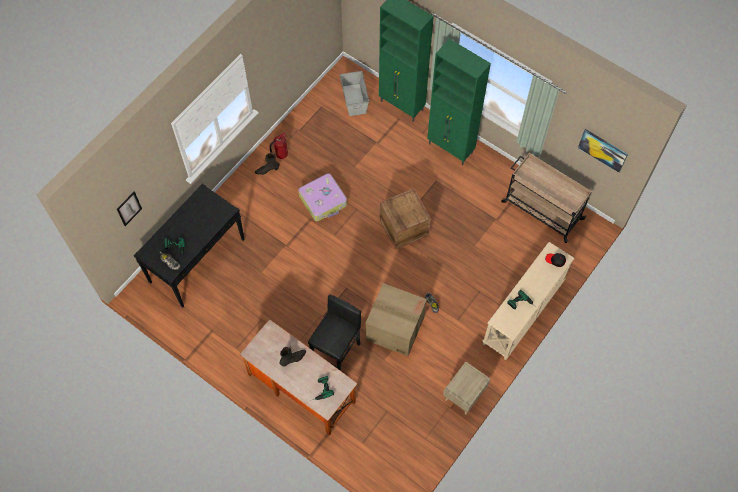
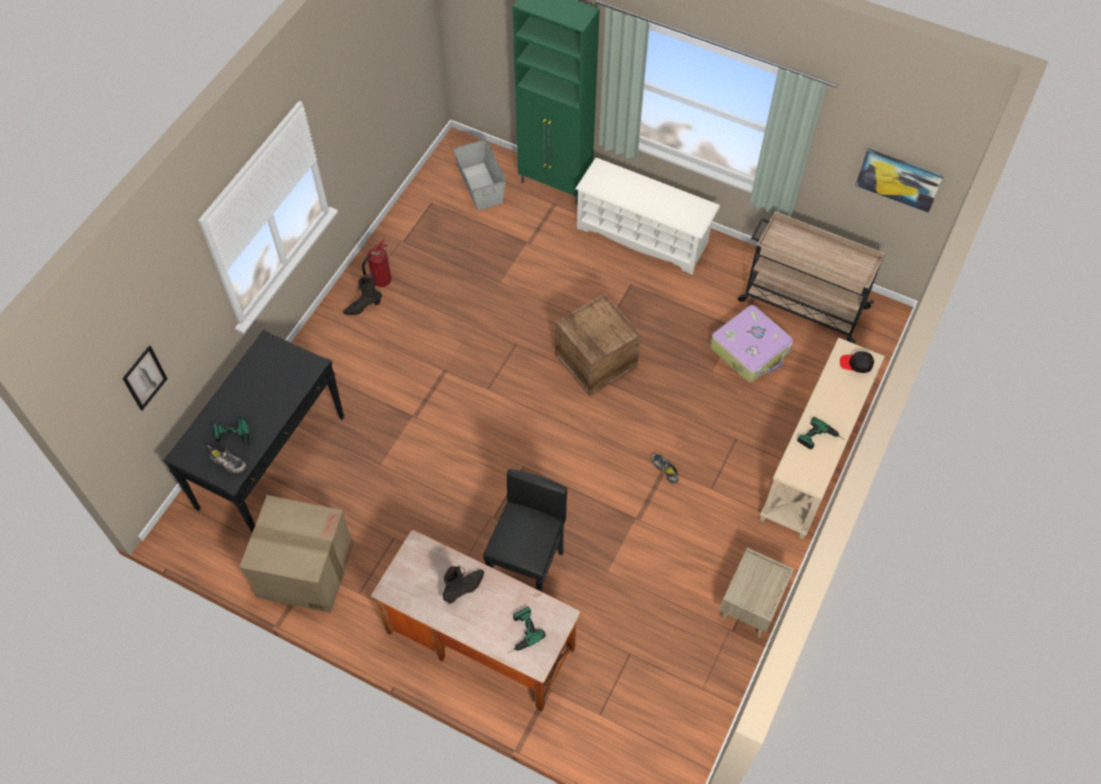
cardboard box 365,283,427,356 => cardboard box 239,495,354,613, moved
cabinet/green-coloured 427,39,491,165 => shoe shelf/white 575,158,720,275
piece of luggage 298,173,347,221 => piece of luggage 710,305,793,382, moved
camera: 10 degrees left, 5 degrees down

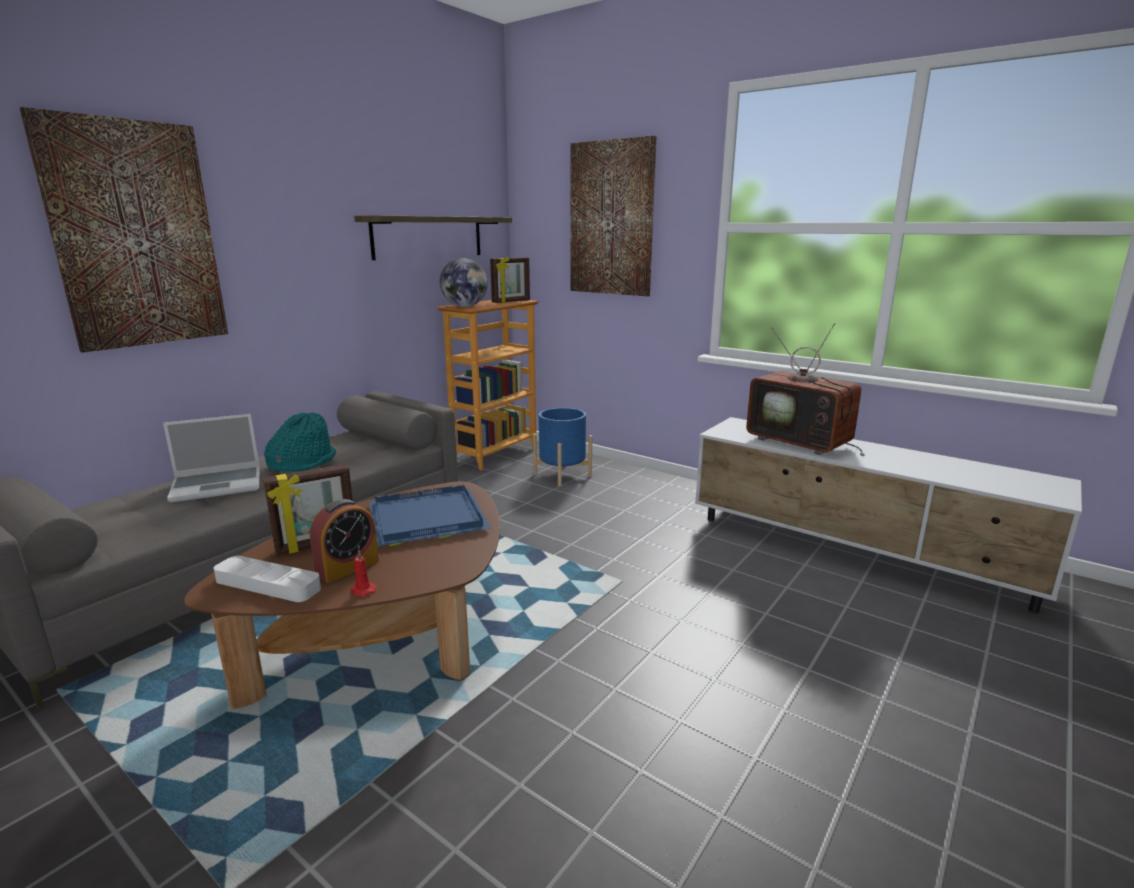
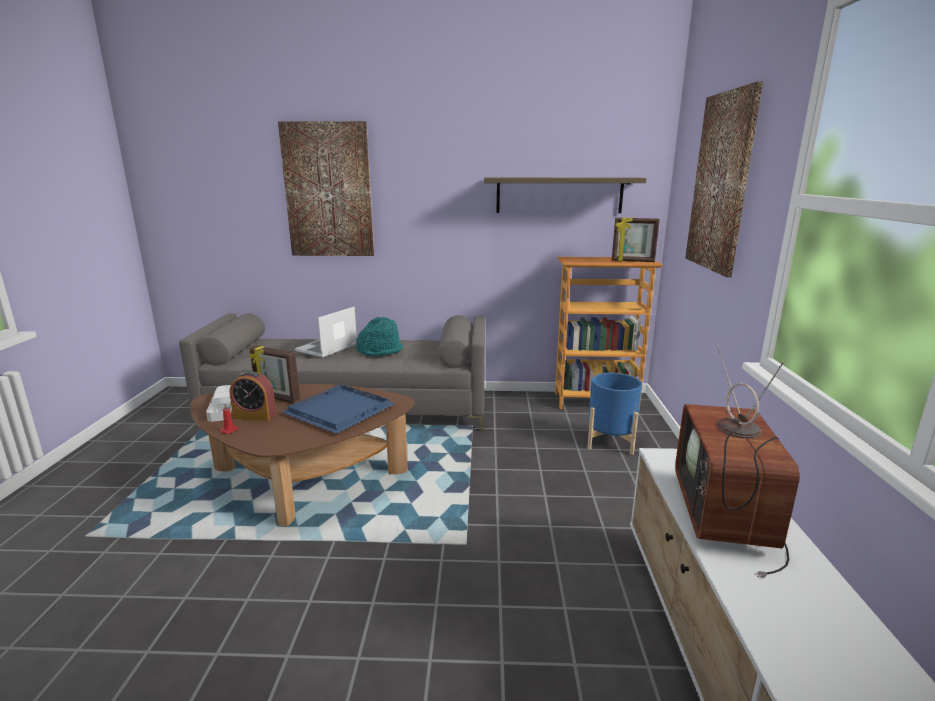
portable computer 163,414,260,503 => portable computer 295,307,357,358, 90 degrees clockwise
desk globe 440,258,488,307 => nothing
camera: 55 degrees right, 0 degrees up

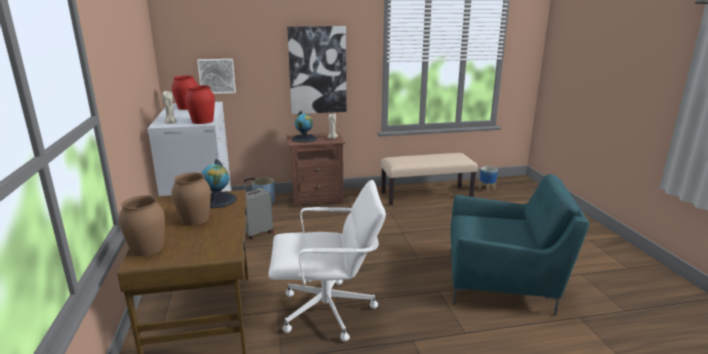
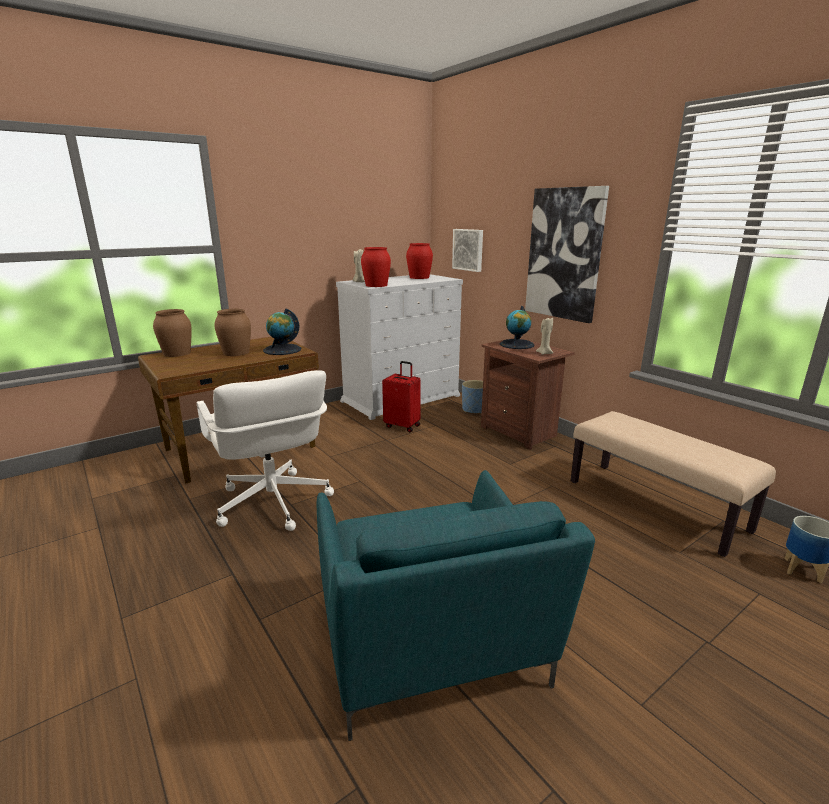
piece of luggage/grey 244,178,273,239 => piece of luggage/red-coloured 382,361,421,432
camera: 65 degrees right, 0 degrees up

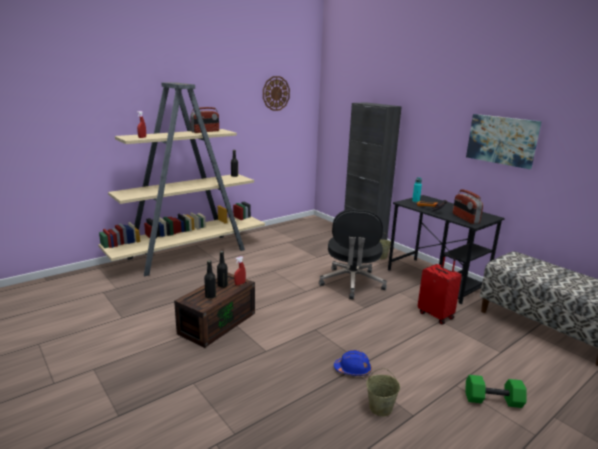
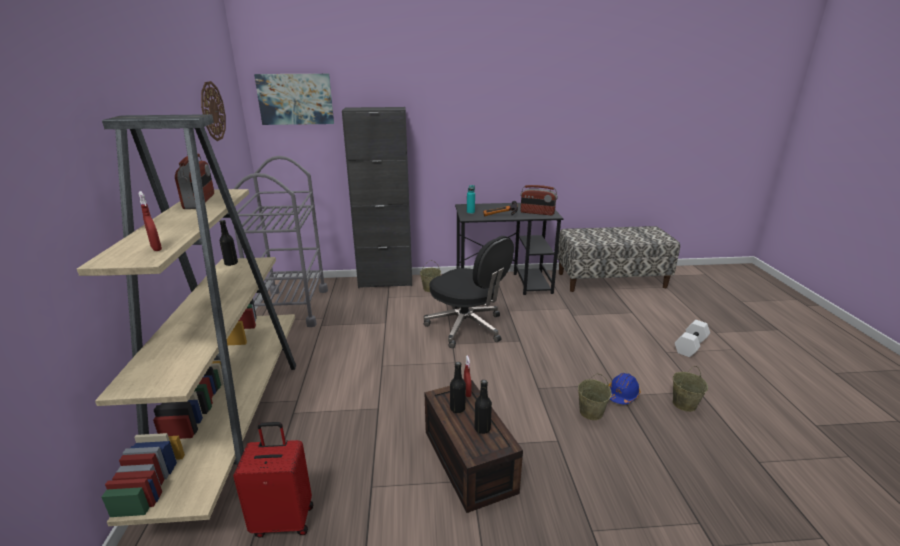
nothing => cart/grey 233,156,328,327
piece of luggage/red-coloured 418,254,462,325 => piece of luggage/red-coloured 233,422,313,538, moved
wall art 466,114,542,169 => wall art 254,74,334,125, moved
nothing => water bucket/sand-coloured 578,374,612,420
hand weight/green-coloured 465,375,527,408 => hand weight/white 675,320,710,357
camera: 55 degrees left, 5 degrees up

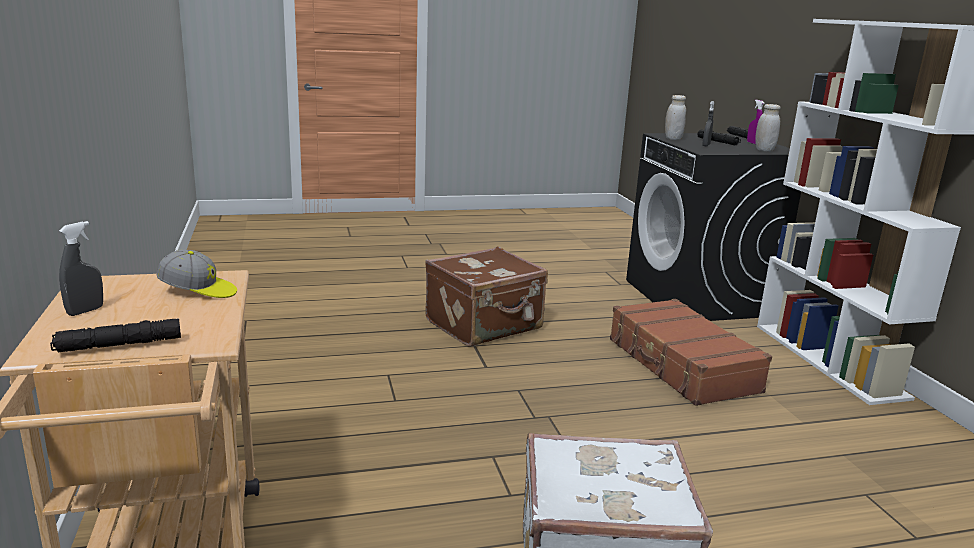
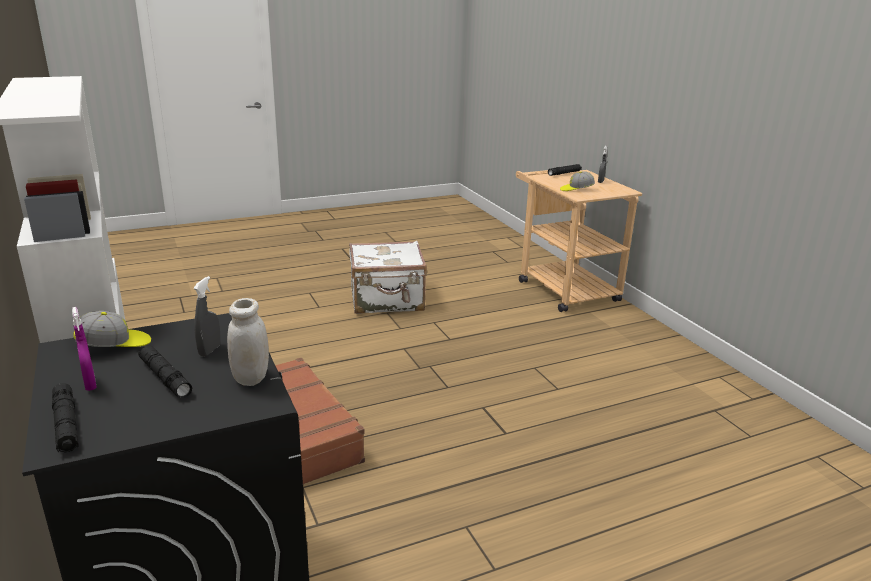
jar/white 755,104,780,152 => baseball cap 73,311,151,347
piece of luggage/brown-coloured 425,246,548,347 => nothing
camera: 170 degrees right, 5 degrees up

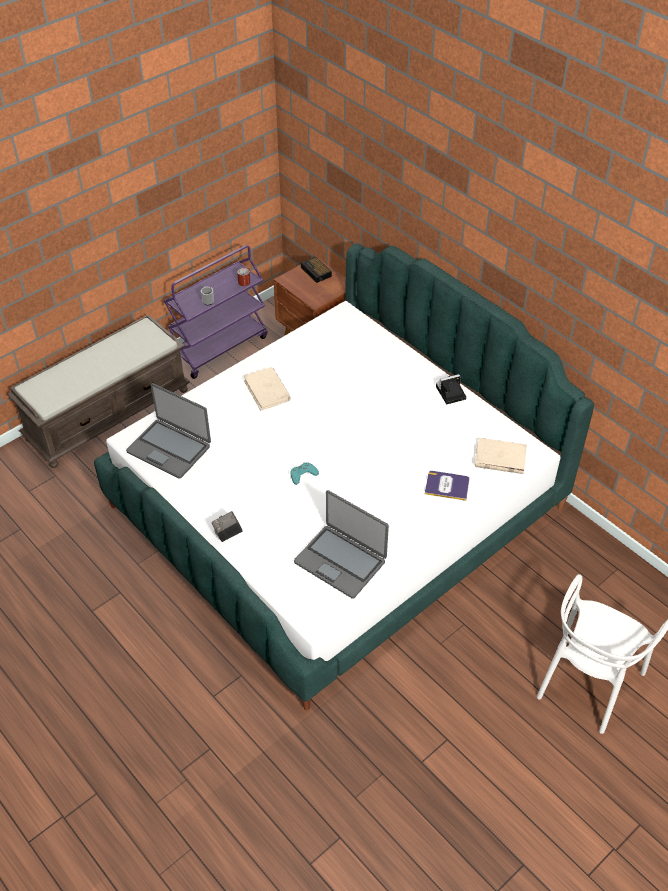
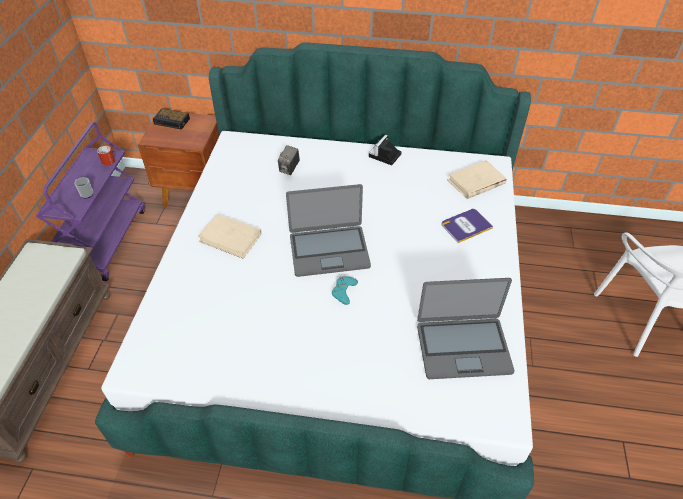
photo camera 212,511,242,542 => photo camera 278,145,300,175, moved
portable computer 126,383,211,479 => portable computer 286,184,371,277, moved
camera: 40 degrees left, 0 degrees up

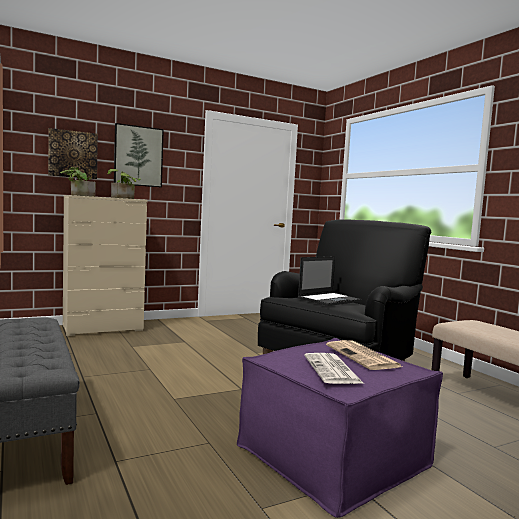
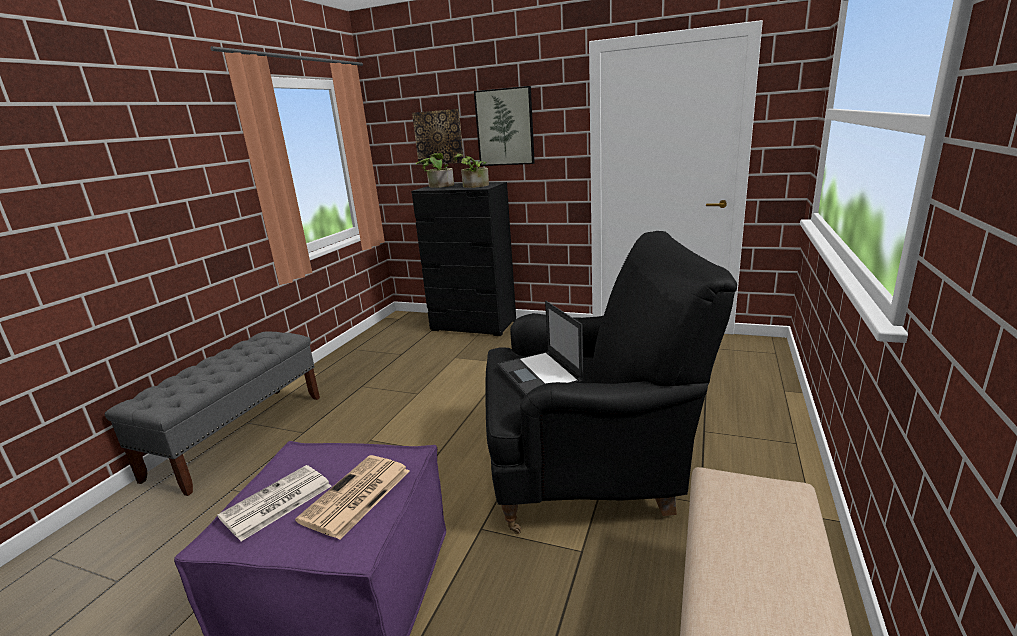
dresser/sand-coloured 63,195,147,336 => dresser/blackish 411,182,516,336
portable computer 298,256,362,306 => portable computer 498,301,584,396, 60 degrees clockwise
camera: 50 degrees right, 15 degrees up

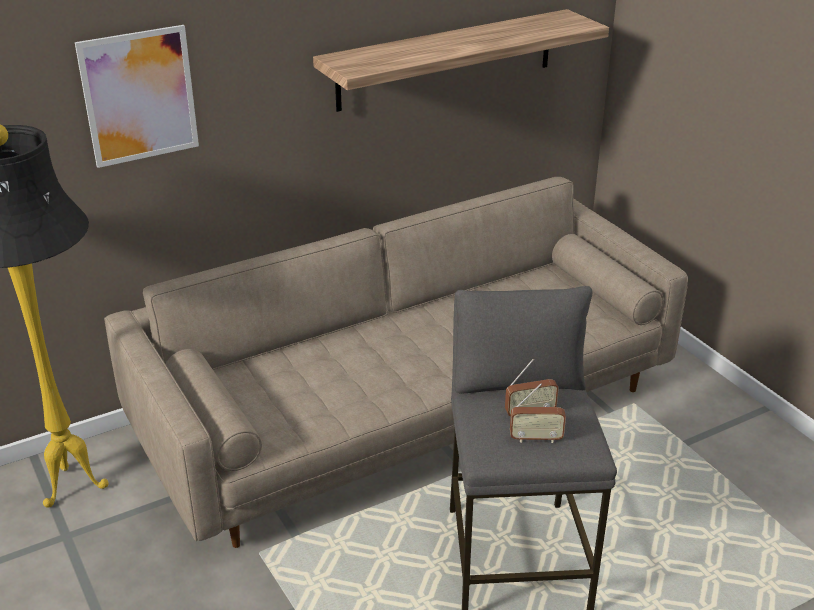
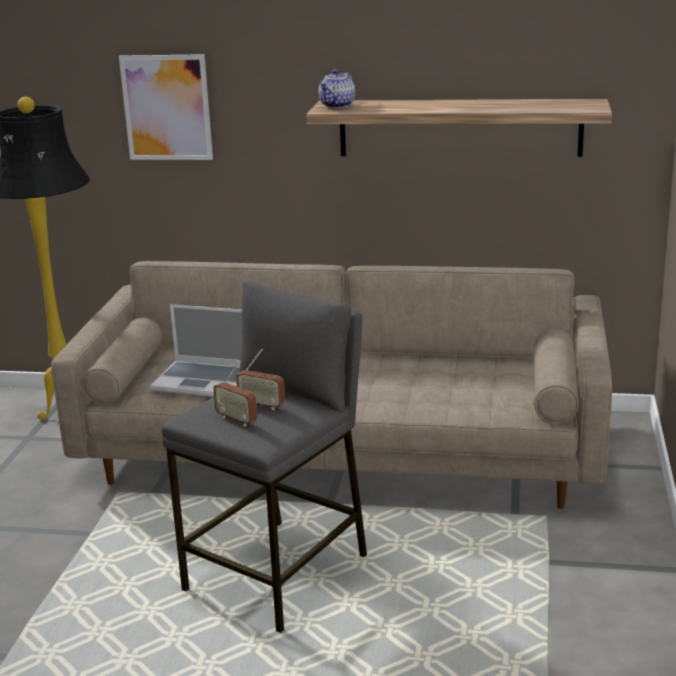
nothing => portable computer 150,304,242,397
nothing => pot for tea 319,69,355,108
camera: 40 degrees right, 10 degrees down

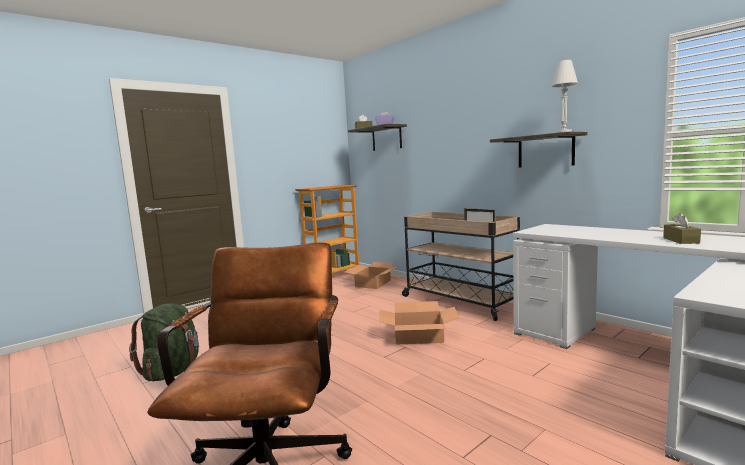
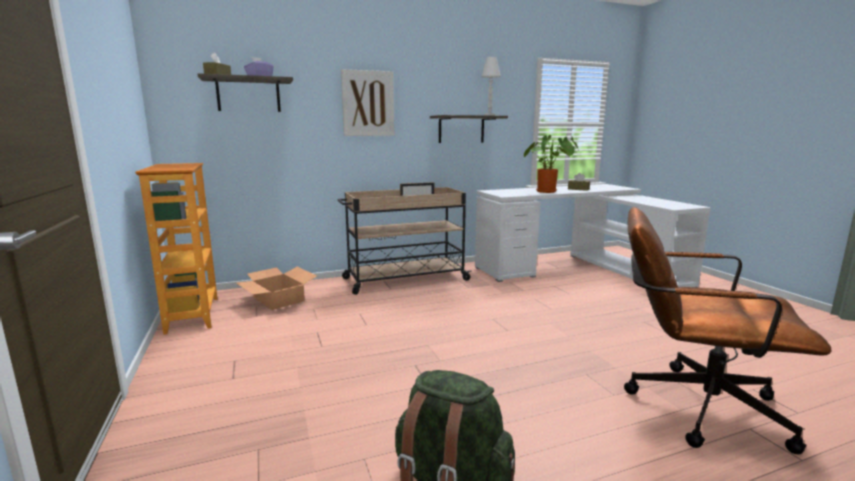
nothing => wall art 341,69,394,136
nothing => plant in a pot 524,135,578,193
cardboard box 379,301,459,345 => nothing
camera: 70 degrees left, 5 degrees up

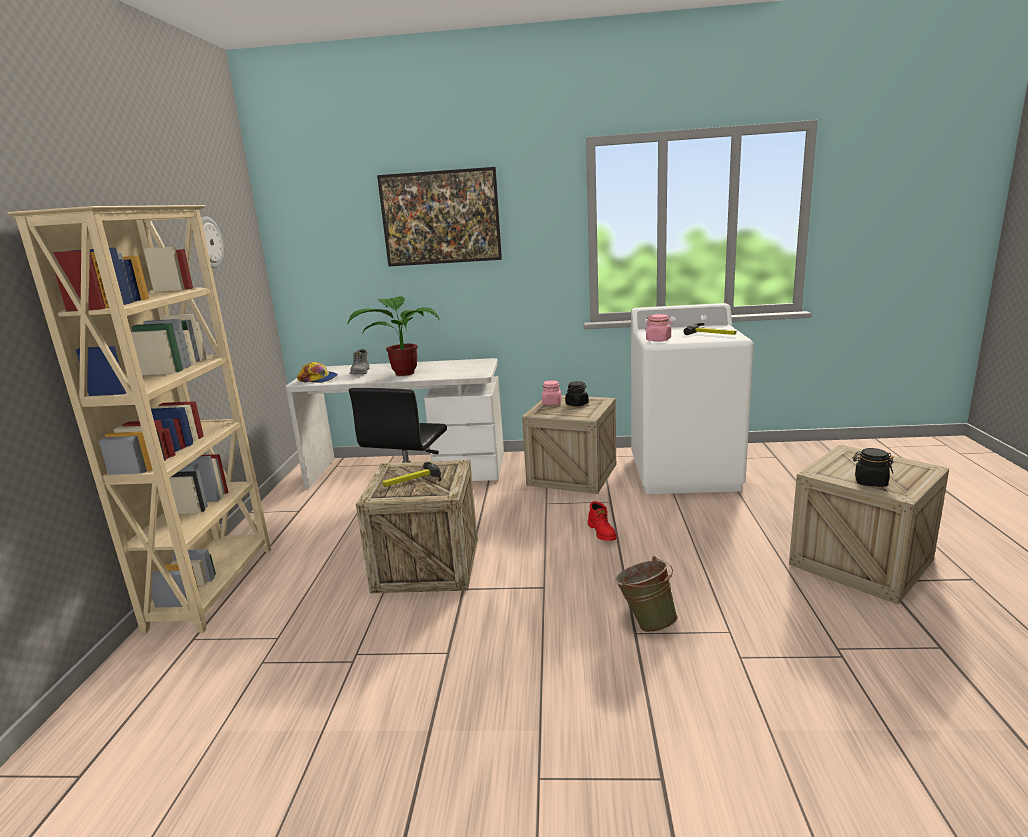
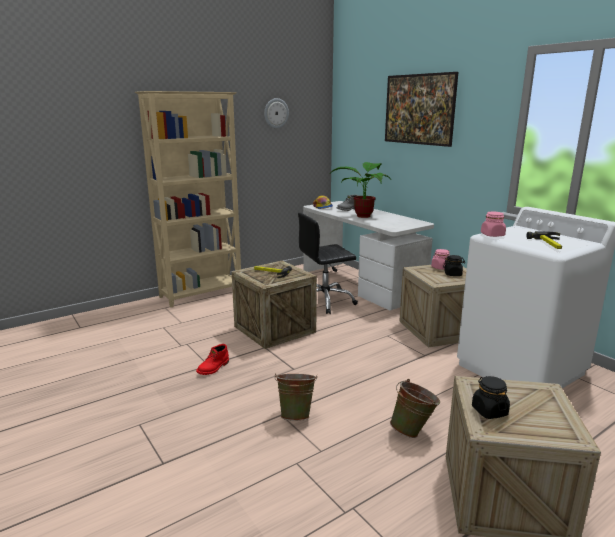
boot/red-coloured 588,501,617,541 => boot/red-coloured 196,344,229,375, moved
nothing => water bucket/green-coloured 390,379,440,438
camera: 50 degrees right, 0 degrees up

